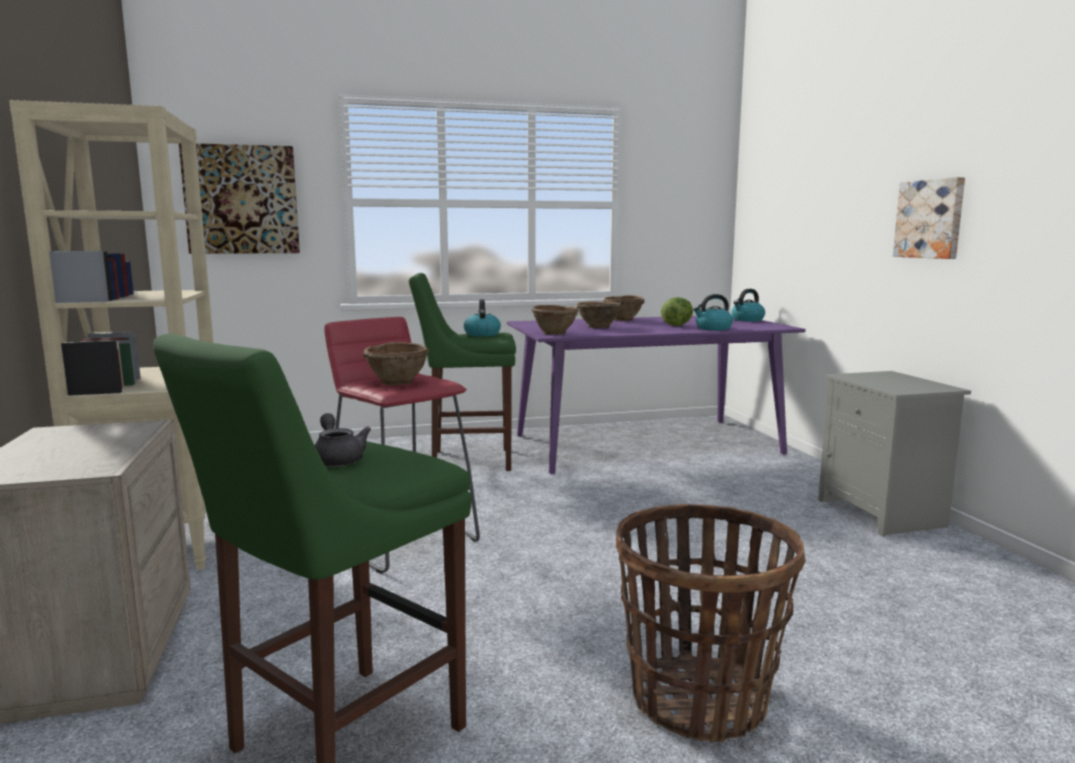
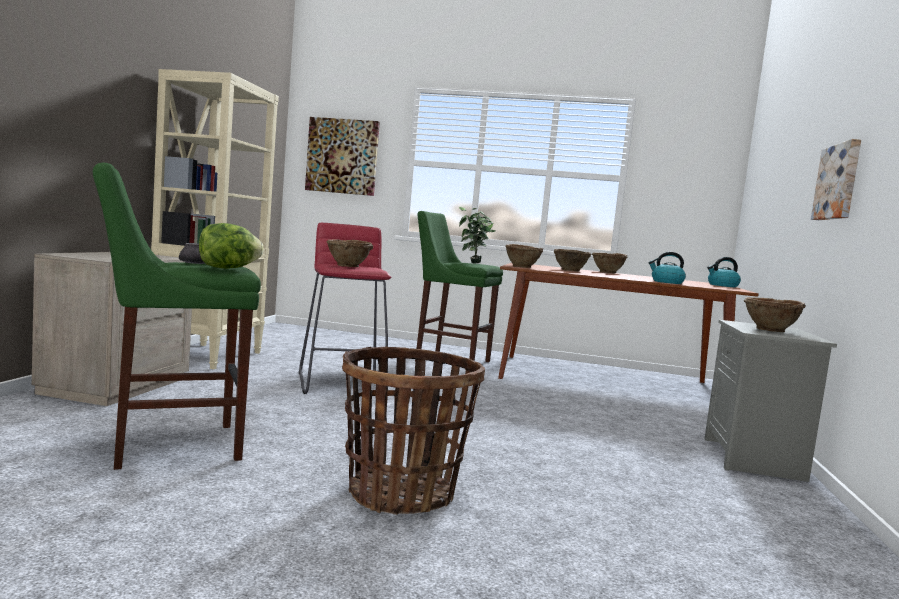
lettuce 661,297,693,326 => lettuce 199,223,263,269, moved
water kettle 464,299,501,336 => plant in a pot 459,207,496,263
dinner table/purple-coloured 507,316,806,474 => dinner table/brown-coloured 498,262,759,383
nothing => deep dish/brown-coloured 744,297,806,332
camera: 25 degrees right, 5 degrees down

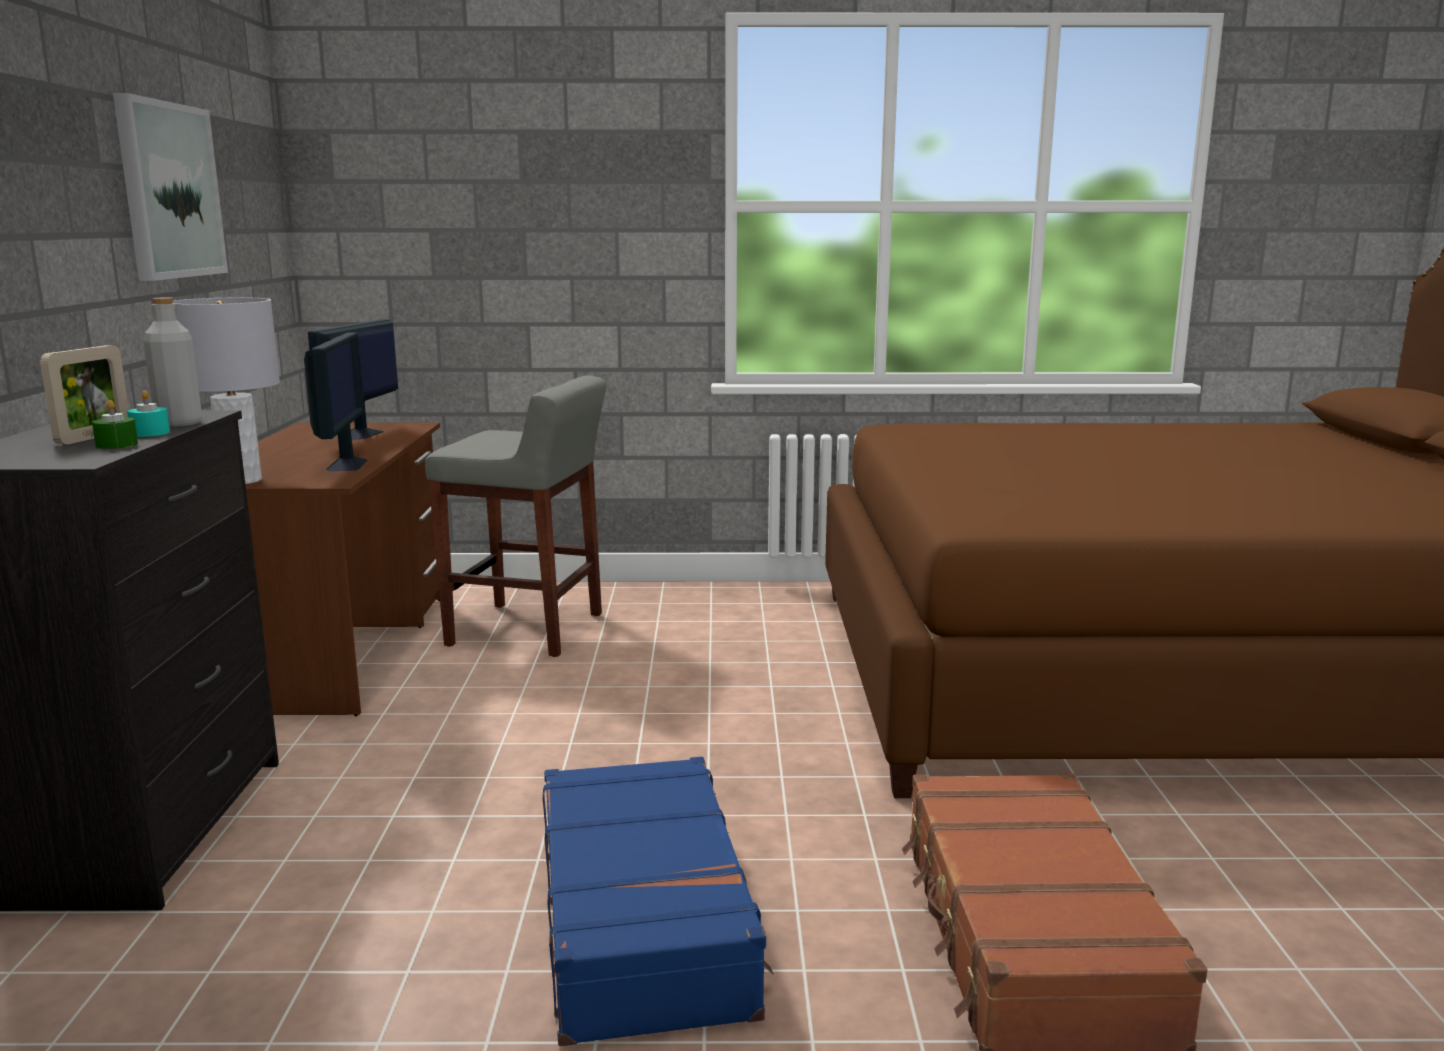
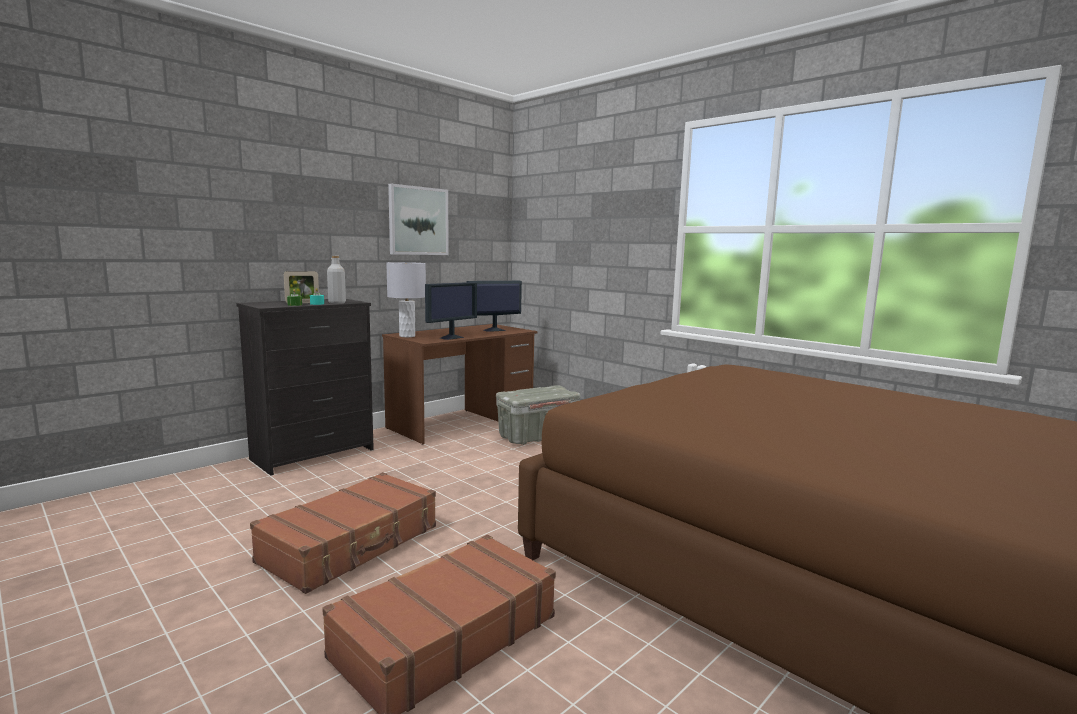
piece of luggage/blue-coloured 543,757,774,1046 => piece of luggage/brown-coloured 250,472,436,594
stool seat/grey 425,376,606,657 => storage box/grey 496,385,580,445
camera: 45 degrees right, 5 degrees down

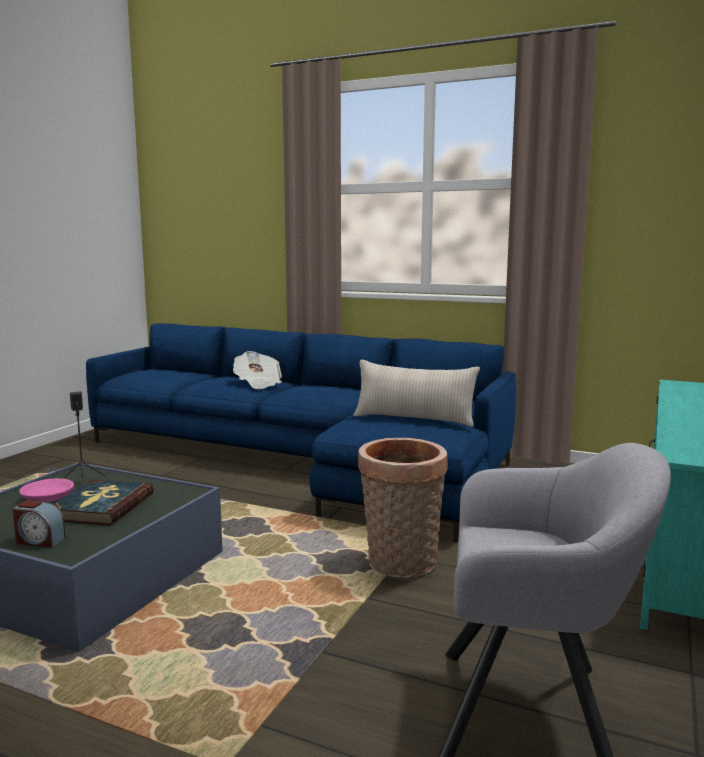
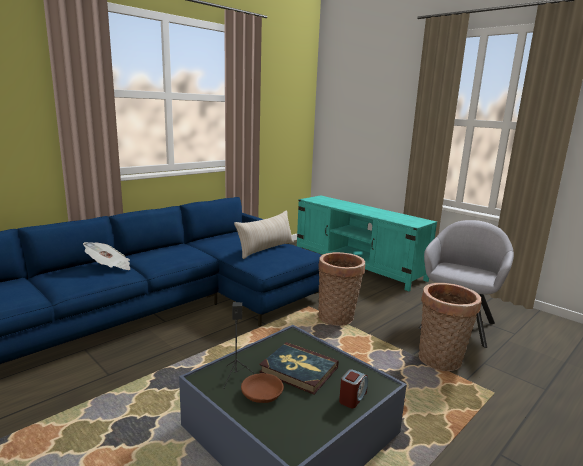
deep dish/pinkish 19,478,74,502 => deep dish/brown-coloured 241,373,284,403
nothing => household basket 419,283,481,371
camera: 70 degrees left, 5 degrees up

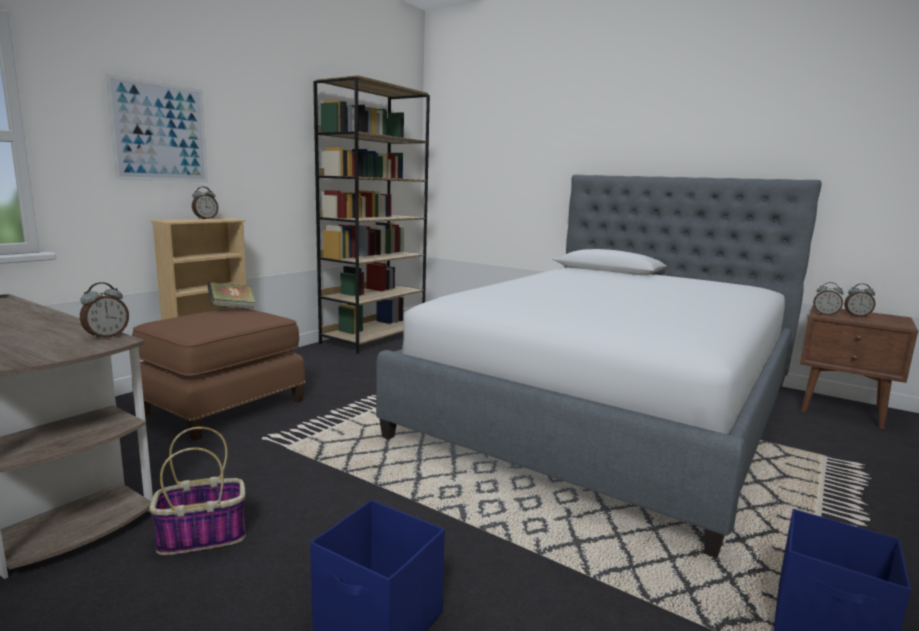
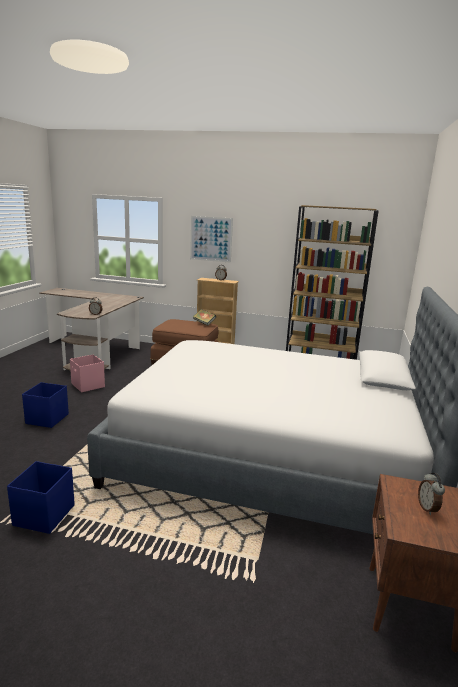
household basket 149,427,246,555 => storage box/pinkish 70,355,105,392
alarm clock 813,282,843,316 => nothing
camera: 70 degrees right, 5 degrees up

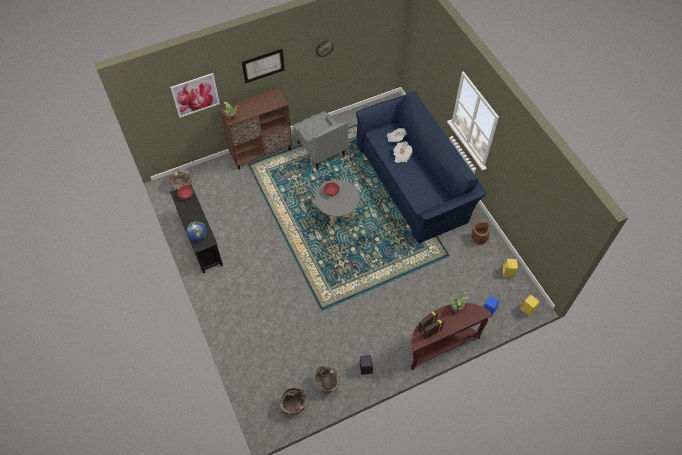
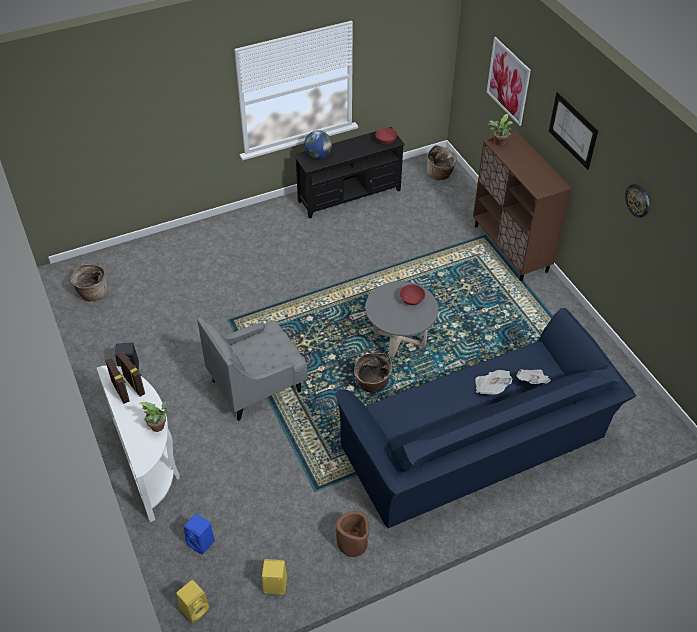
narrow table/brown-coloured 411,303,493,371 => narrow table/white 96,366,180,522
easy chair/grey 293,111,348,169 => easy chair/grey 197,318,307,421, moved
household basket 315,366,340,394 => household basket 354,353,392,393, moved
camera: 90 degrees right, 10 degrees down

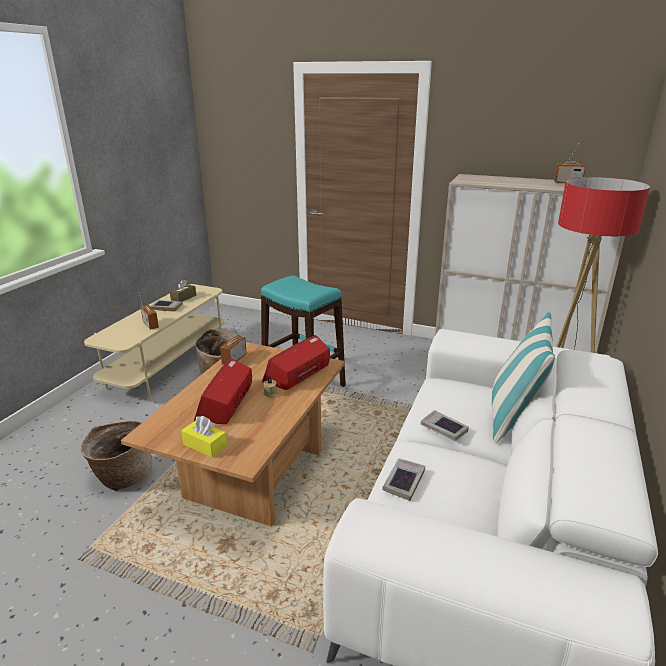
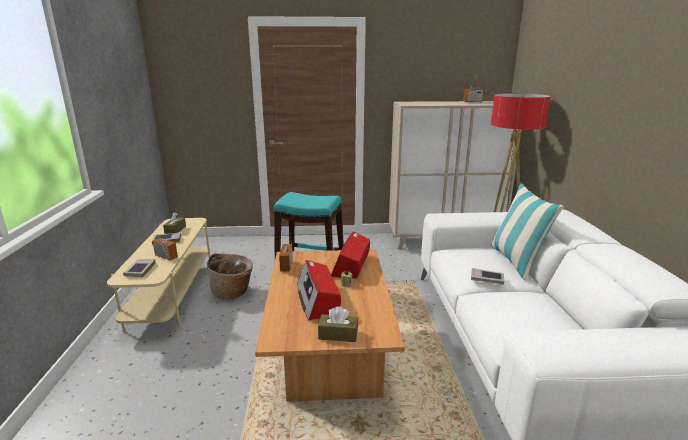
book 382,458,425,501 => book 123,259,156,278, moved
tissue box/yellow 181,416,227,458 => tissue box/brown-coloured 318,306,358,342
household basket 81,421,152,491 => nothing
camera: 25 degrees left, 5 degrees down

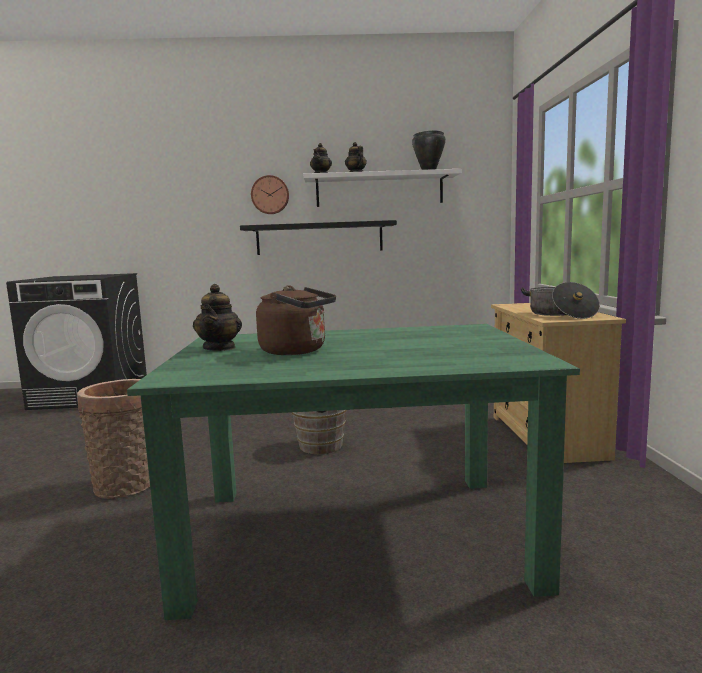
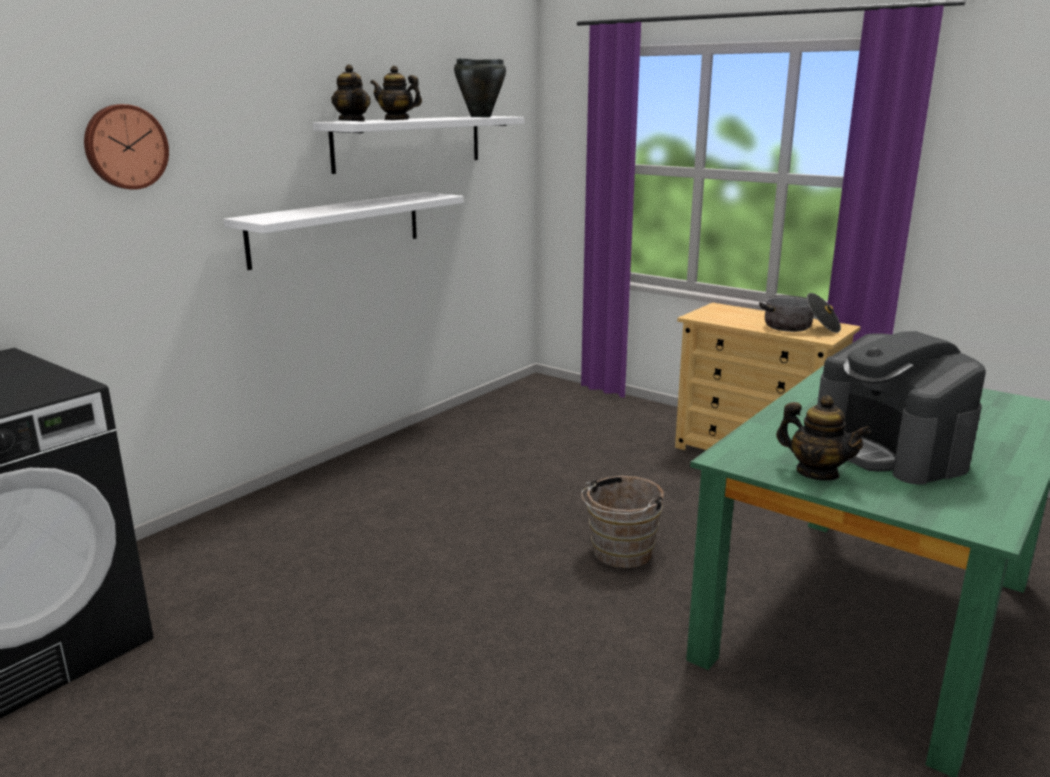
wall clock 251,175,289,214 => wall clock 84,104,169,190, moved
bracket shelf/blackish 240,220,397,255 => bracket shelf/white 224,192,464,270
water kettle/brown-coloured 256,285,336,355 => coffee maker 817,331,986,485
household basket 77,379,150,499 => nothing
camera: 50 degrees left, 10 degrees up

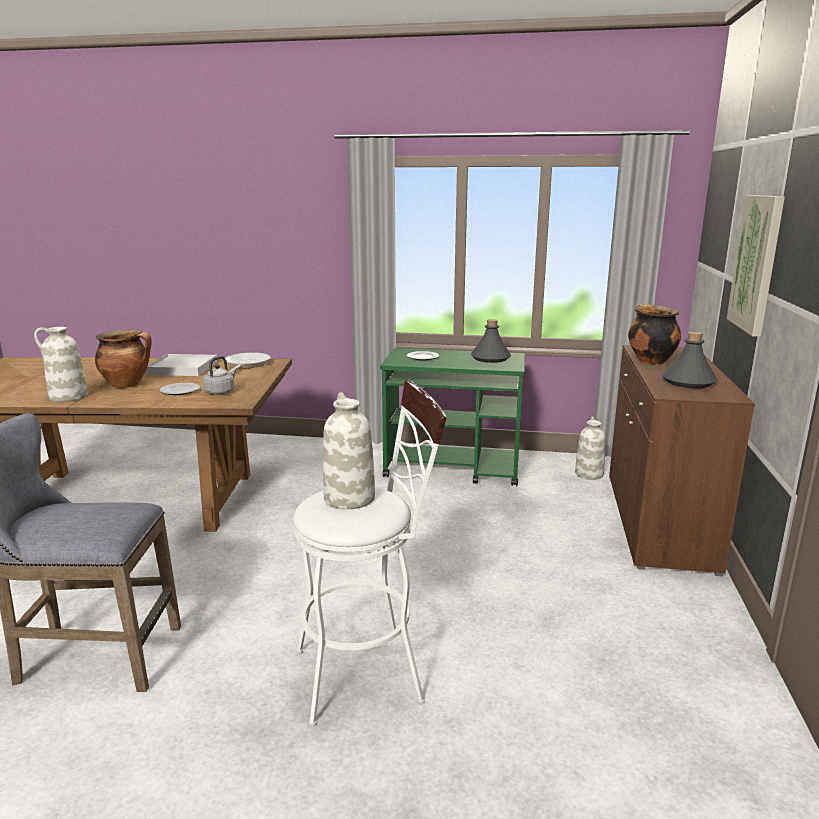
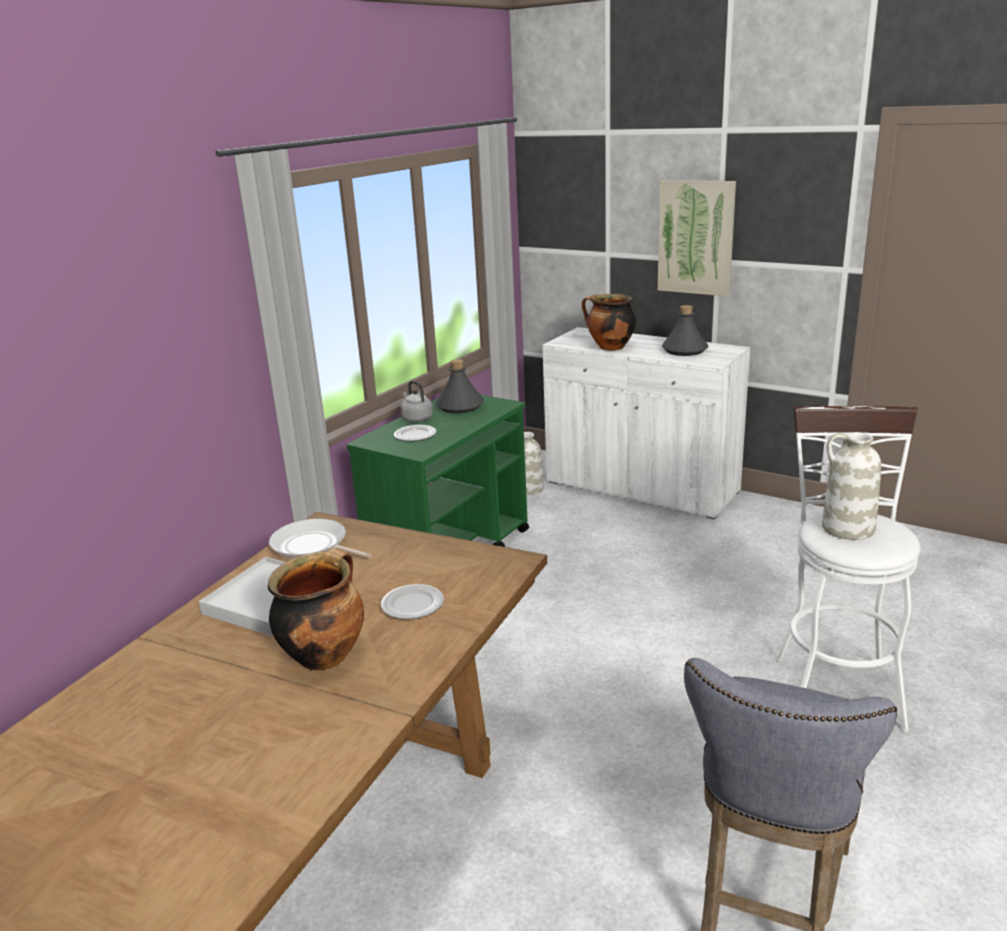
water kettle/grey 203,356,237,395 => water kettle/grey 400,381,433,422, moved
cabinet/brown-coloured 609,345,755,576 => cabinet/white 542,327,750,520
vase/white 34,327,88,402 => nothing
camera: 65 degrees left, 5 degrees up

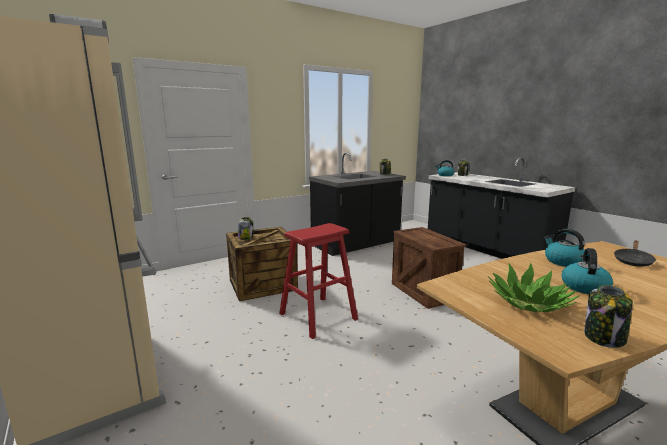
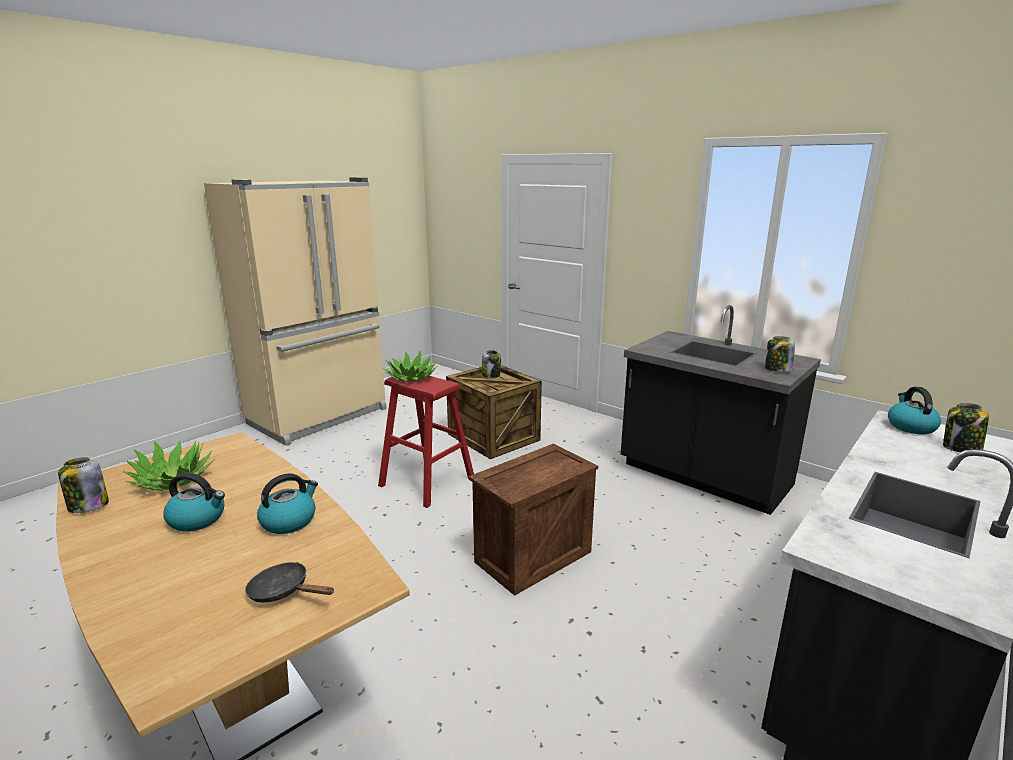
nothing => plant in a pot 383,351,438,382
camera: 75 degrees right, 5 degrees up

